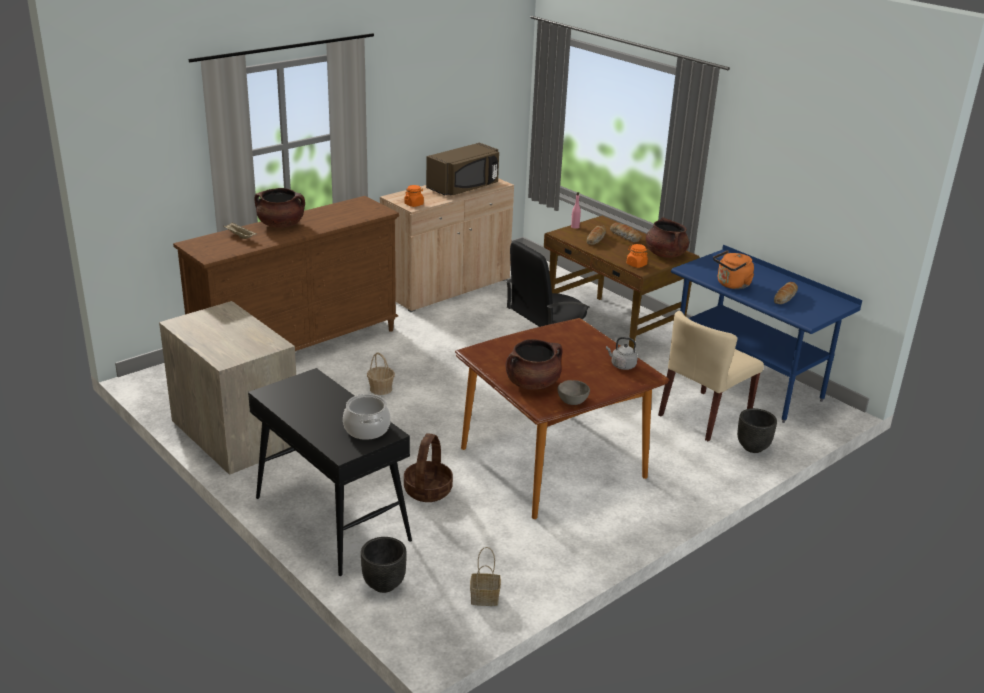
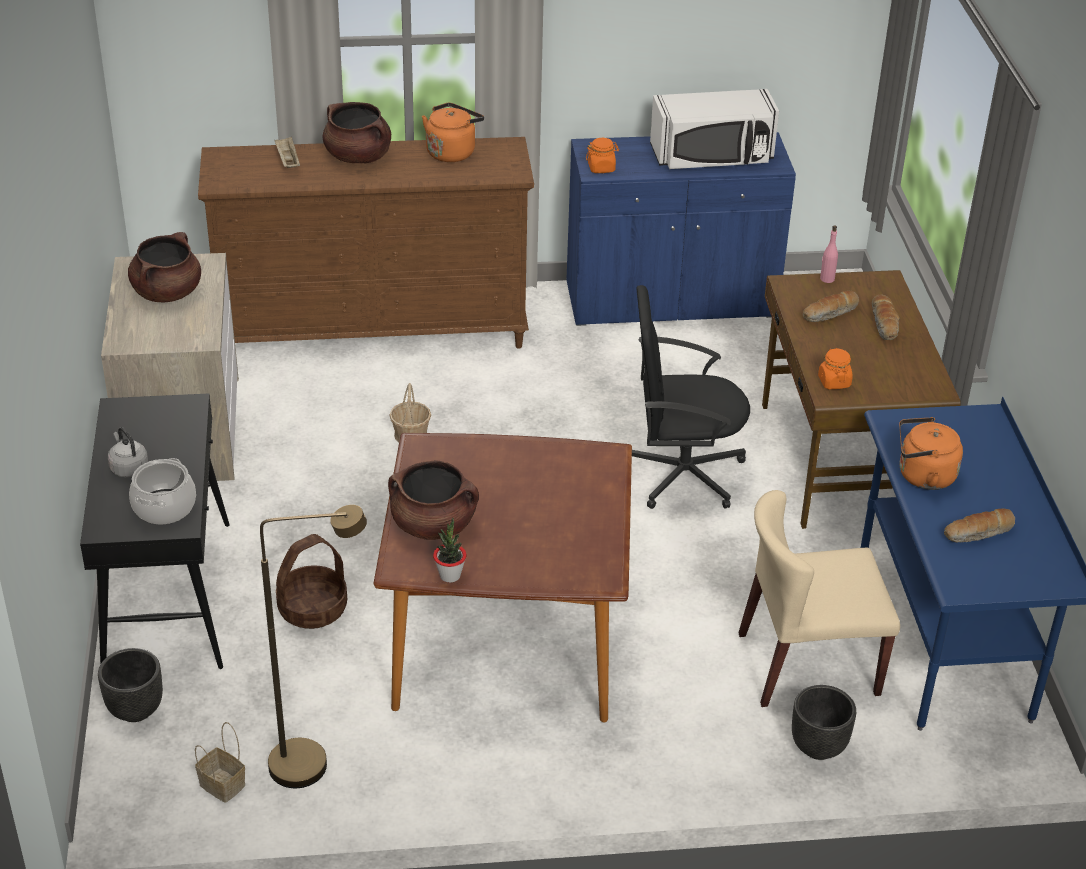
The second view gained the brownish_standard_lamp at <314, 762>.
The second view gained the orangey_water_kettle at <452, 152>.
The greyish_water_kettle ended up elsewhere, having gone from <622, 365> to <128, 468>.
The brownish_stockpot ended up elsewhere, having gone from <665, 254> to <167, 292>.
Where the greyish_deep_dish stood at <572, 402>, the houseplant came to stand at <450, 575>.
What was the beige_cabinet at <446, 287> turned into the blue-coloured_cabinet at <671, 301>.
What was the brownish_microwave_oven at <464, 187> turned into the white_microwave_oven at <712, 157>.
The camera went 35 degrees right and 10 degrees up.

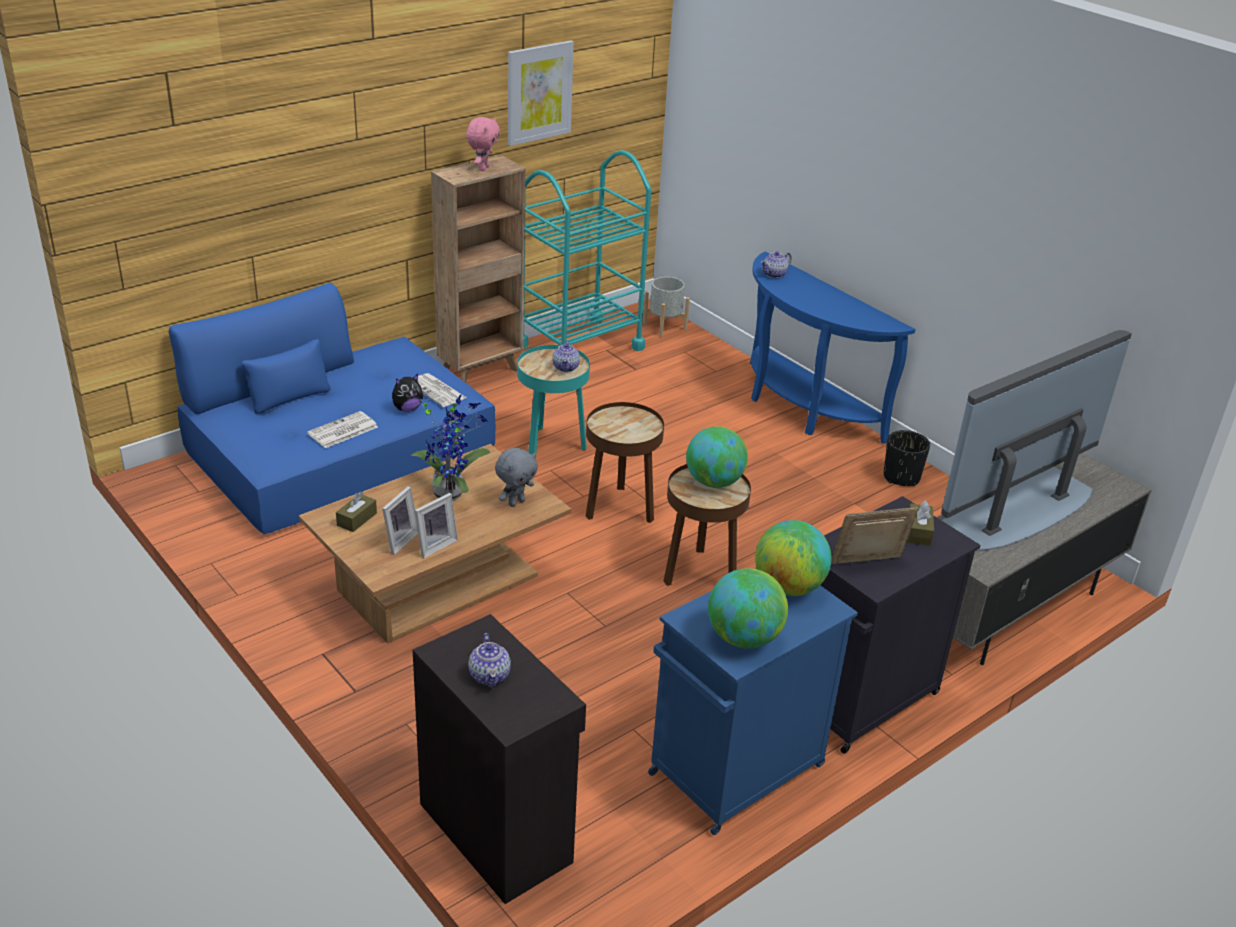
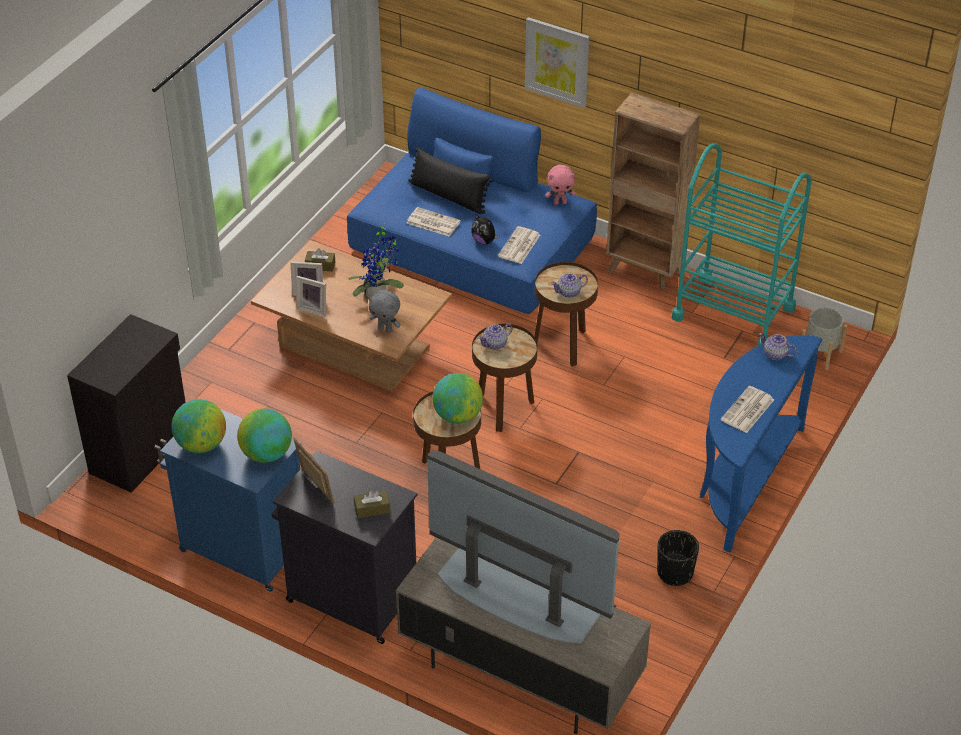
The second view gained the black-coloured_pillow at <448, 196>.
The second view gained the daily_paper at <747, 410>.
The pink-coloured_cuddly_toy ended up elsewhere, having gone from <483, 168> to <560, 202>.
The teapot ended up elsewhere, having gone from <490, 675> to <495, 344>.
The wall_picture ended up elsewhere, having gone from <539, 92> to <557, 62>.
What was the turquoise_accent_table at <551, 445> turned into the brownish_accent_table at <564, 345>.
The camera went 70 degrees right and 10 degrees up.

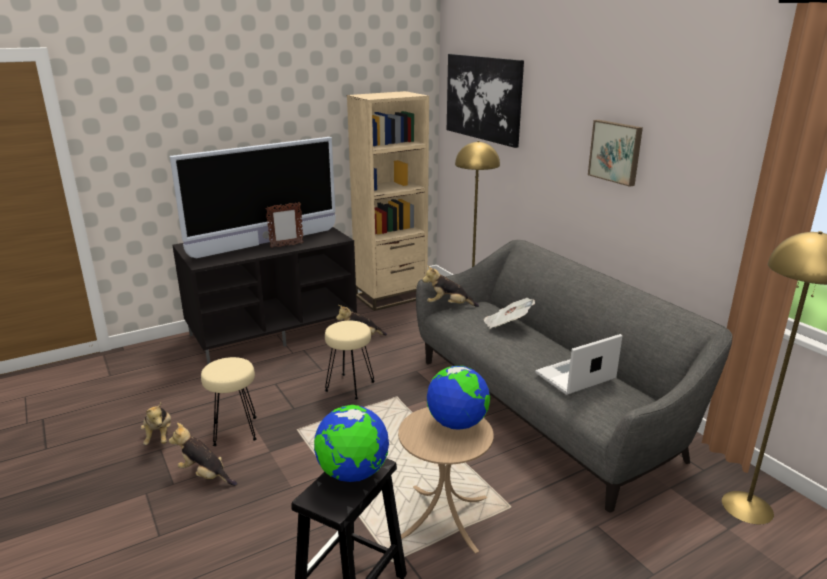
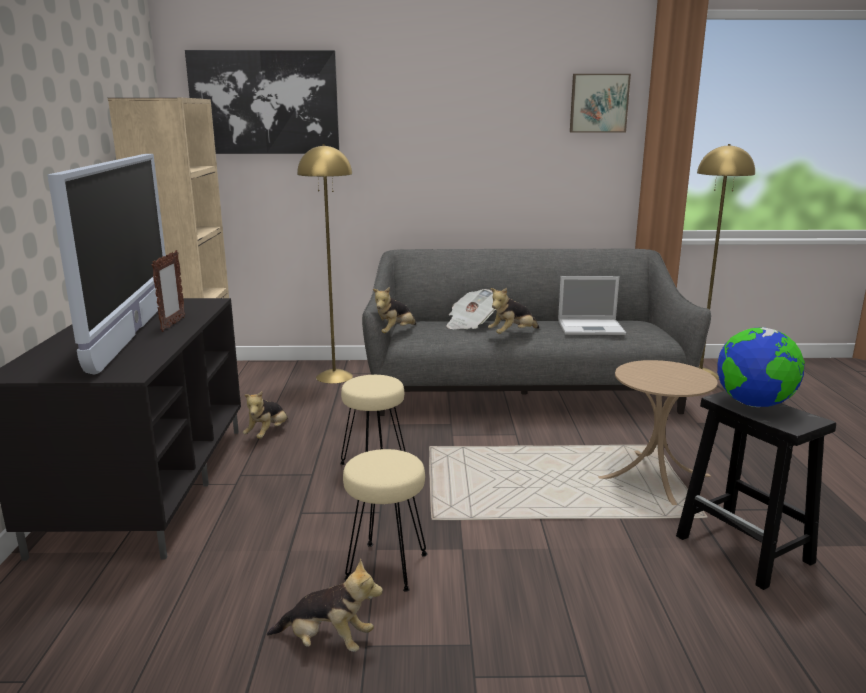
The second view lost the world_globe at <457, 423>.
The cuddly_toy ended up elsewhere, having gone from <205, 475> to <512, 334>.
The wall_picture ended up elsewhere, having gone from <616, 152> to <598, 103>.
The notebook_computer at <574, 377> ended up facing another way, 90 degrees counterclockwise from before.
The camera went 60 degrees left and 5 degrees down.

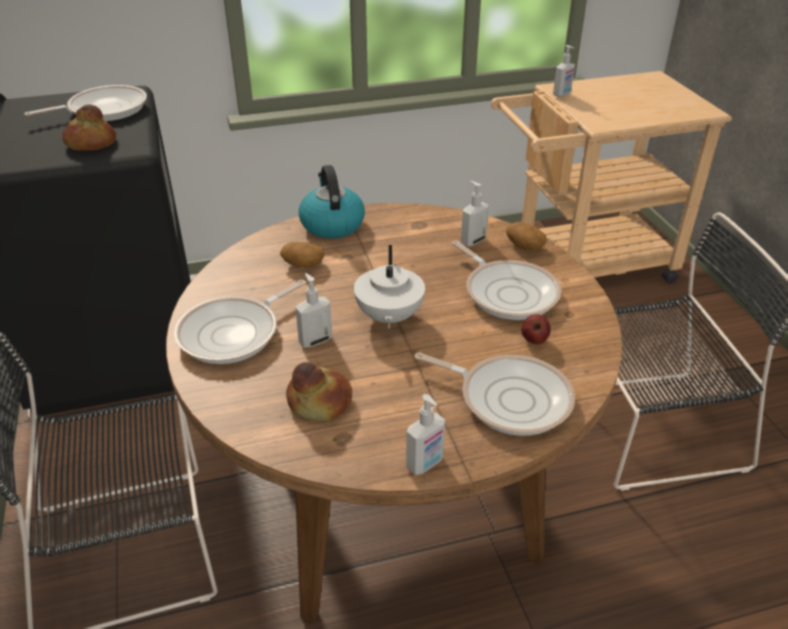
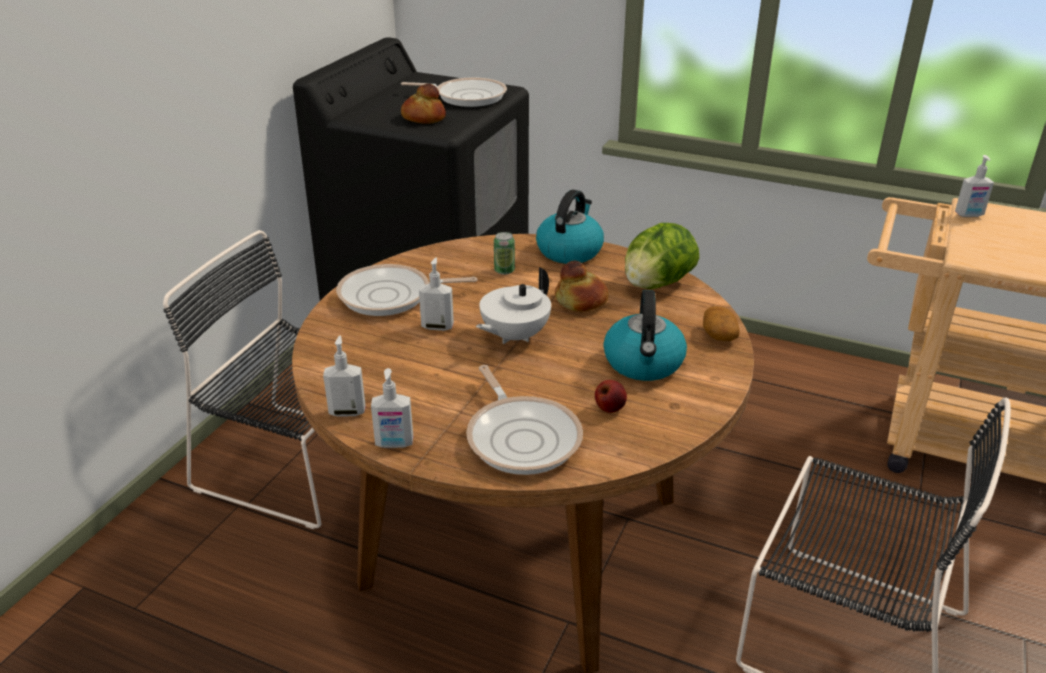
The second view gained the lettuce at <656, 284>.
The bread ended up elsewhere, having gone from <319, 403> to <580, 301>.
The soap_bottle ended up elsewhere, having gone from <472, 241> to <347, 411>.
Where the whole_potato stood at <303, 264>, the metal_can came to stand at <504, 270>.
Where the skillet stood at <508, 292>, the water_kettle came to stand at <644, 363>.
The camera went 40 degrees right and 5 degrees down.

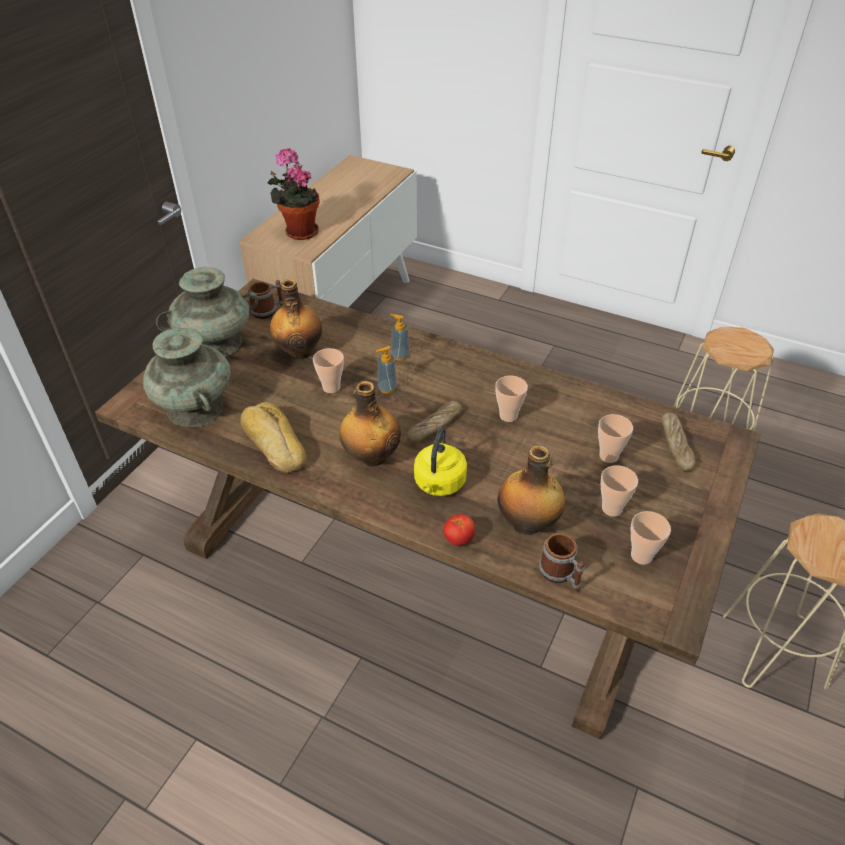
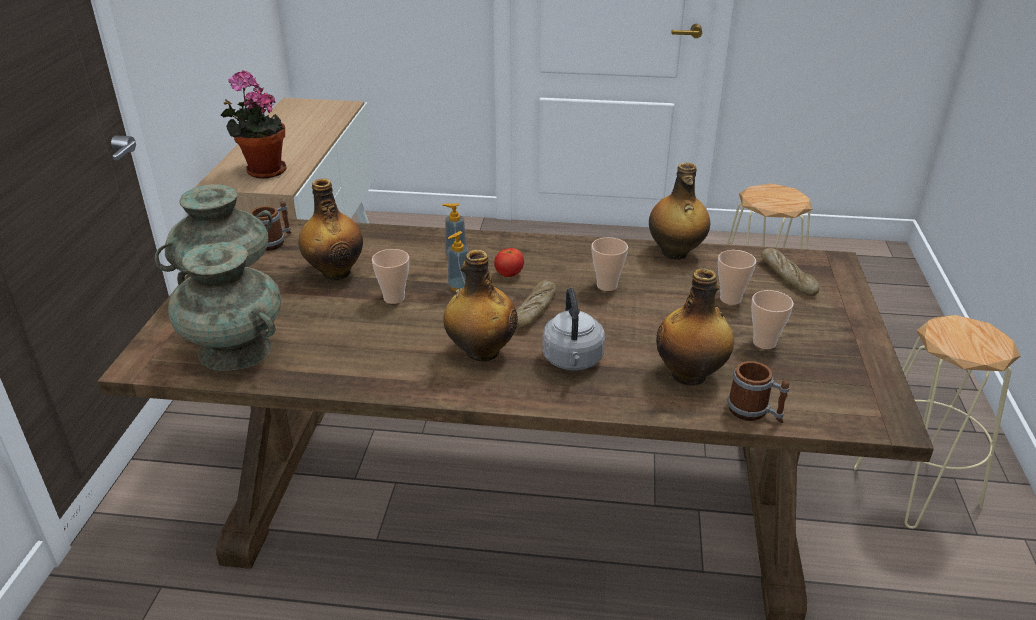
The second view lost the bread at <273, 444>.
The second view lost the cup at <641, 556>.
The second view gained the beverage_bottle at <675, 253>.
The fresh_tomato ended up elsewhere, having gone from <458, 539> to <509, 274>.
What was the yellow_water_kettle at <439, 484> turned into the greyish_water_kettle at <573, 361>.
The camera went 20 degrees left and 10 degrees down.

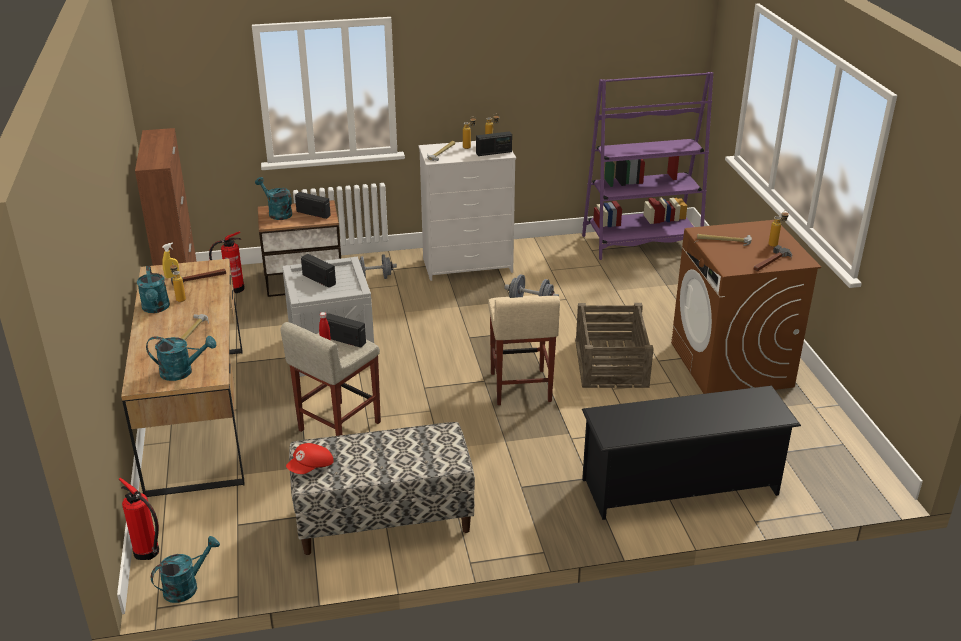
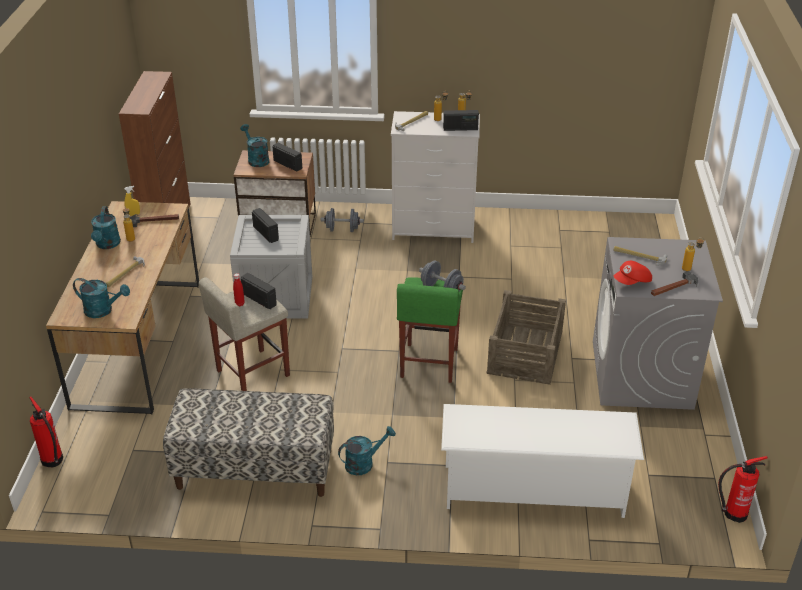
The second view lost the purple_bookcase at <641, 242>.
The turquoise_sprinkling_can ended up elsewhere, having gone from <186, 586> to <364, 463>.
The fire_extinguisher ended up elsewhere, having gone from <233, 289> to <733, 513>.
The reddish_peaked_cap ended up elsewhere, having gone from <311, 468> to <632, 282>.
What was the beige_stool_seat at <520, 387> turned into the greenish_stool_seat at <429, 363>.
What was the black-coloured_shoe_stand at <680, 487> turned into the white_shoe_stand at <534, 491>.
What was the brownish_laundry_machine at <731, 365> turned into the greyish_laundry_machine at <642, 375>.
The camera went 15 degrees right and 5 degrees up.

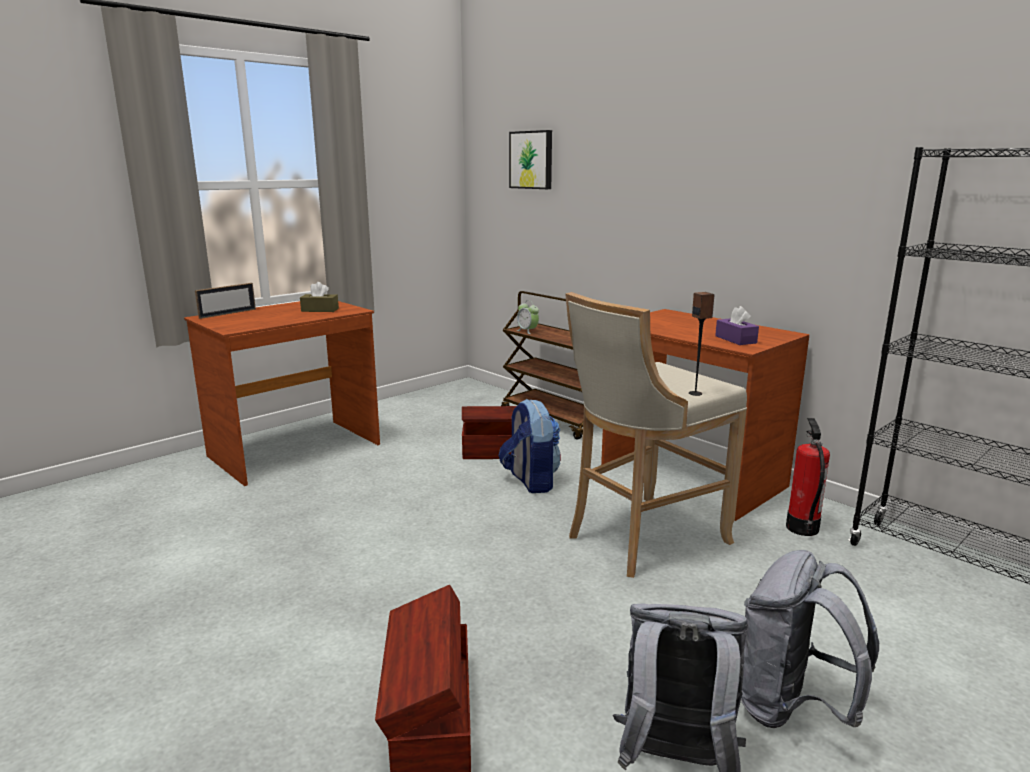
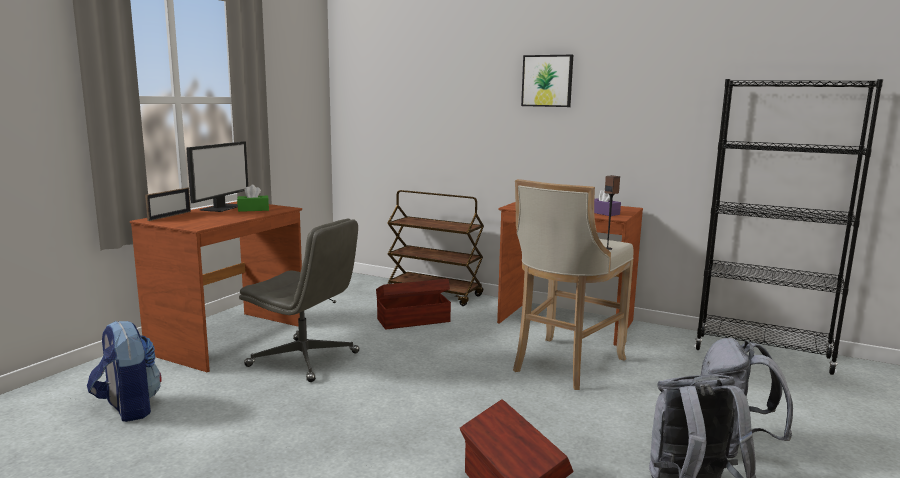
The second view lost the bedside_clock at <527, 331>.
The second view lost the fire_extinguisher at <802, 528>.
The second view gained the monitor at <221, 207>.
The second view gained the greyish_computer_chair at <305, 359>.
The backpack ended up elsewhere, having gone from <530, 481> to <128, 408>.
The wall_picture ended up elsewhere, having gone from <532, 160> to <547, 81>.
What was the brownish_box_of_tissues at <320, 310> turned into the greenish_box_of_tissues at <253, 209>.
The camera went 20 degrees left and 5 degrees down.

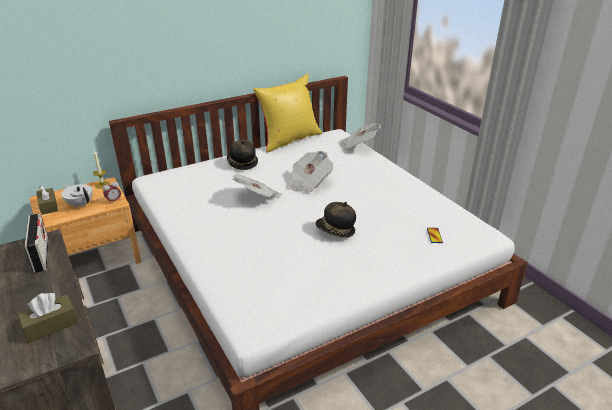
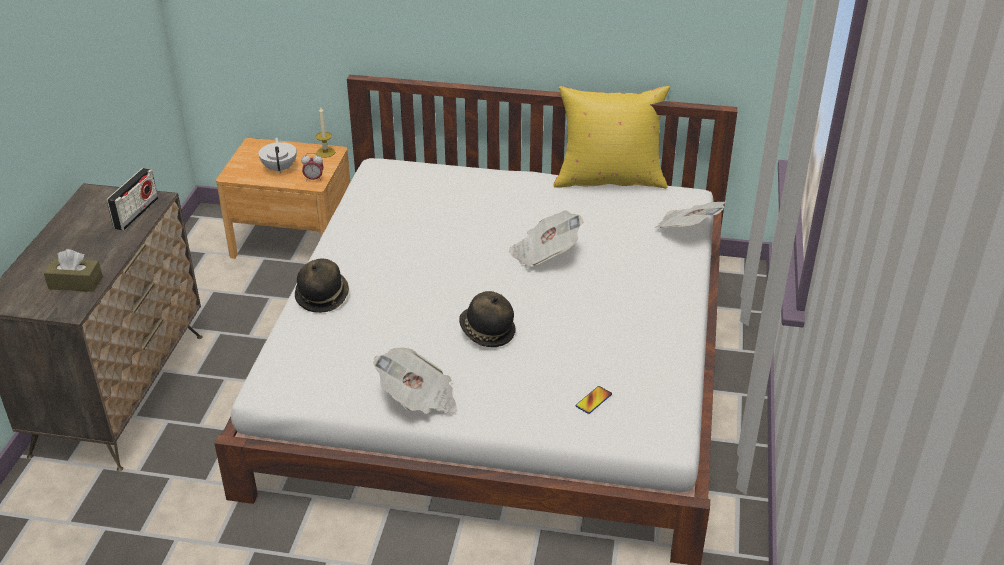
The second view lost the brownish_box_of_tissues at <48, 206>.
The wearable_hat ended up elsewhere, having gone from <242, 163> to <322, 296>.
The daily_paper ended up elsewhere, having gone from <258, 197> to <418, 399>.
The camera went 40 degrees right and 5 degrees up.

